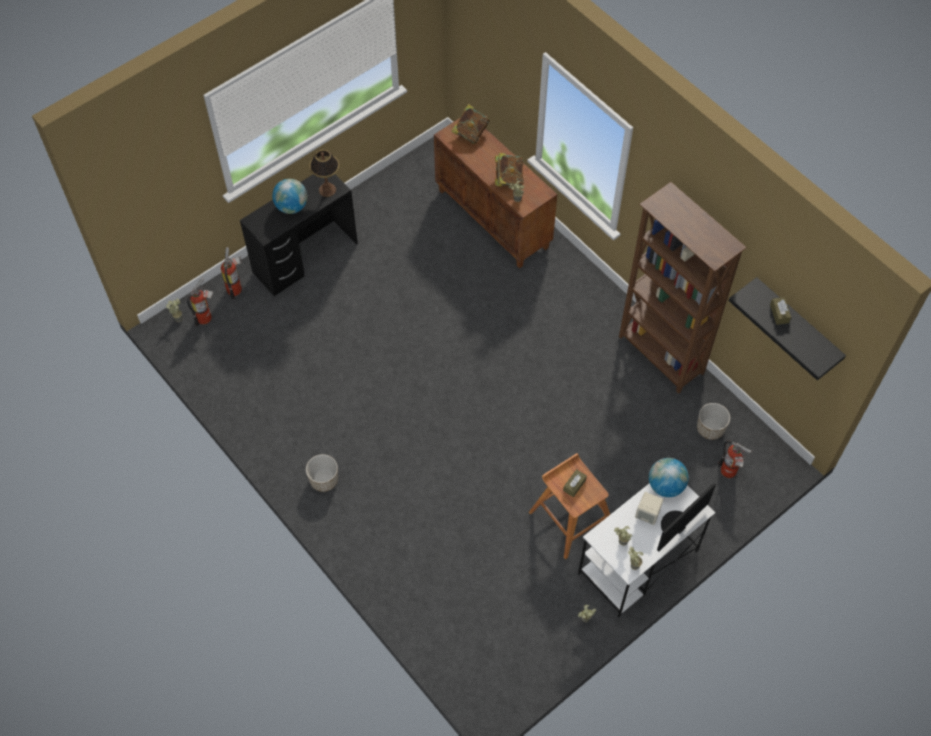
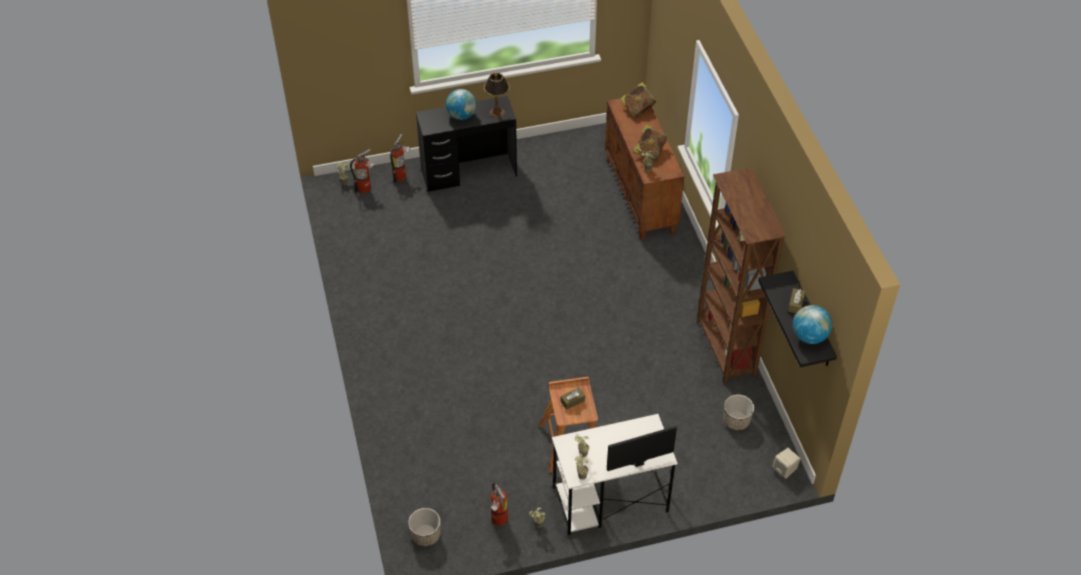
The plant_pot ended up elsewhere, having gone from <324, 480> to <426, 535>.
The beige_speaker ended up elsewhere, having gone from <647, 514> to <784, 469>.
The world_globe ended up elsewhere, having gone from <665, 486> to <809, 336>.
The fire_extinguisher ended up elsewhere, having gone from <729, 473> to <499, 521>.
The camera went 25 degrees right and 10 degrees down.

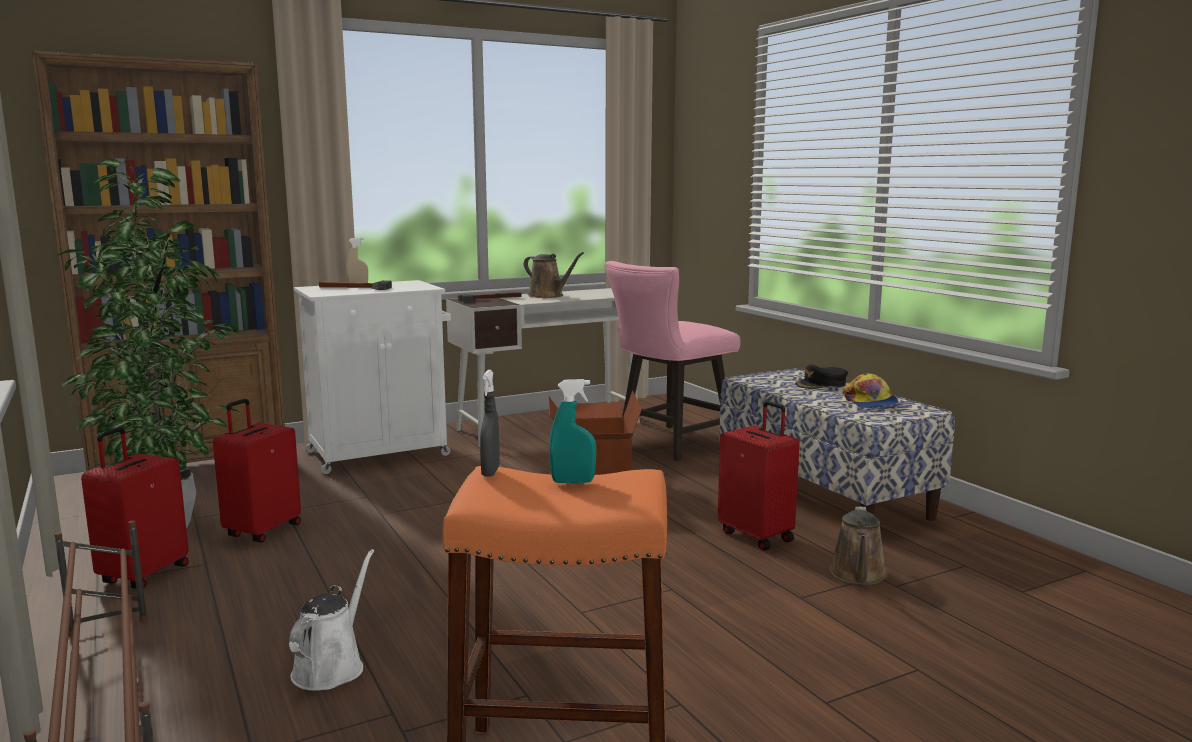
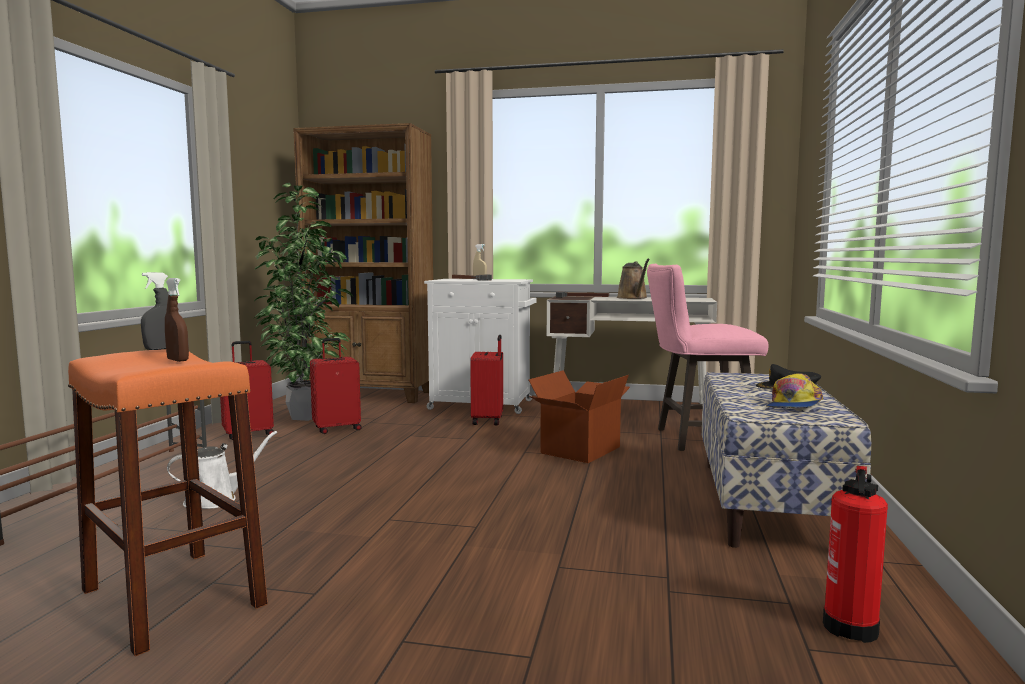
The second view lost the brownish_sprinkling_can at <858, 575>.
The second view gained the fire_extinguisher at <851, 625>.
The reddish_travel_case ended up elsewhere, having gone from <757, 536> to <488, 420>.
What was the turquoise_hand_sprayer at <573, 482> turned into the brownish_hand_sprayer at <178, 360>.
The camera went 40 degrees right and 5 degrees down.

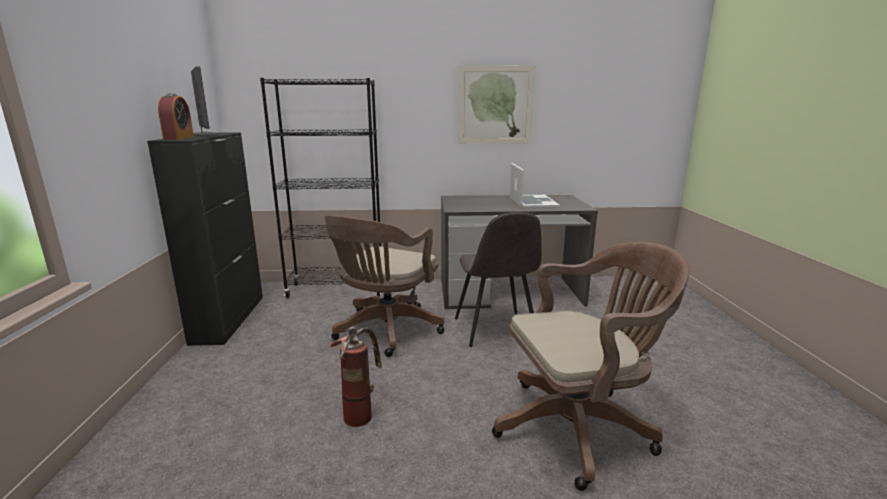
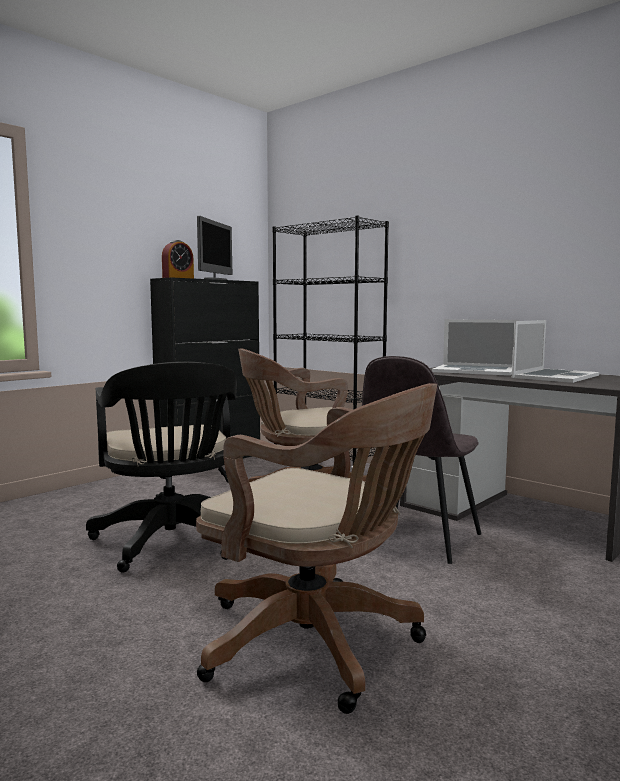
The second view lost the wall_picture at <495, 105>.
The second view gained the notebook_computer at <475, 371>.
Where the fire_extinguisher stood at <360, 410>, the black-coloured_computer_chair came to stand at <172, 543>.
The camera went 45 degrees right and 10 degrees down.

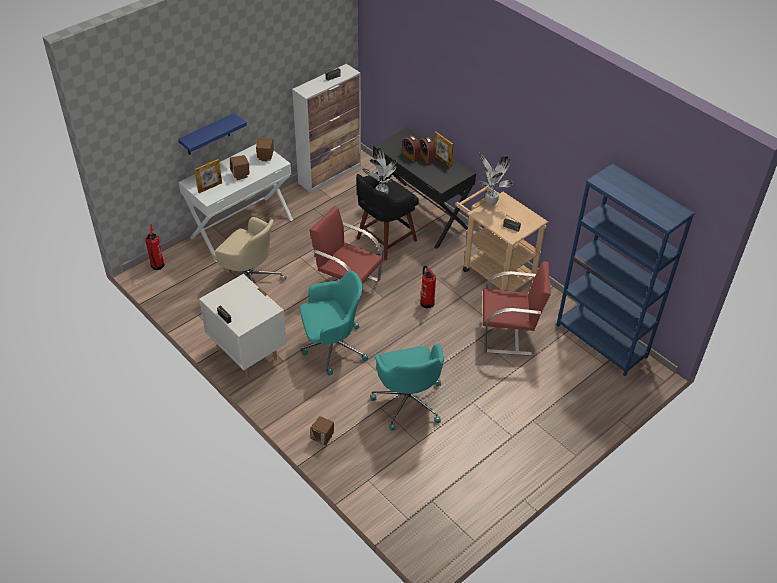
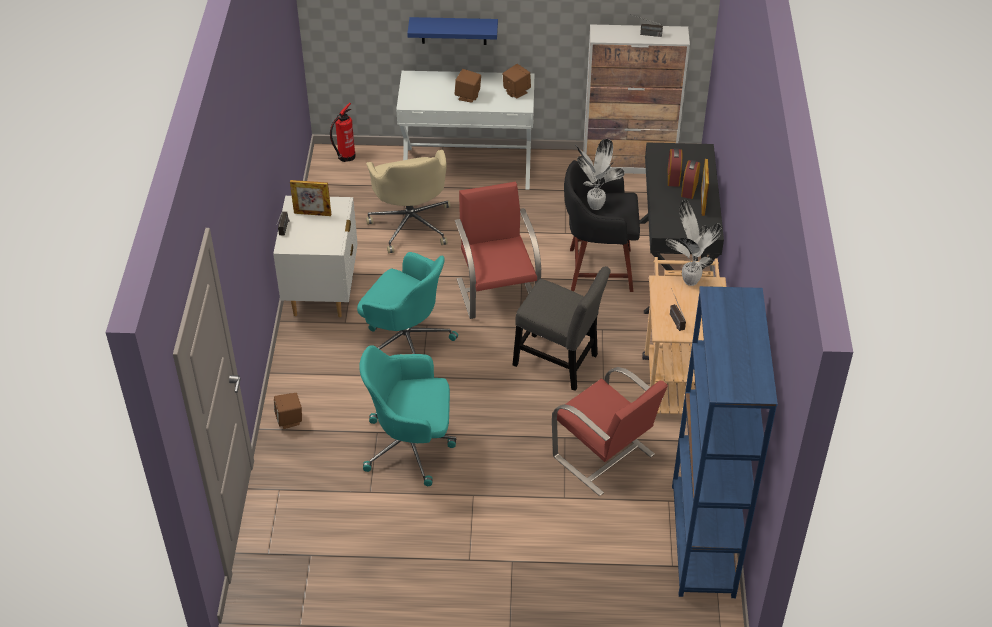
The photo_frame ended up elsewhere, having gone from <210, 187> to <312, 213>.
Where the fire_extinguisher stood at <427, 302>, the greyish_upright_chair came to stand at <559, 362>.
The turquoise_computer_chair at <408, 401> ended up facing another way, 60 degrees clockwise from before.
The camera went 45 degrees right and 0 degrees up.

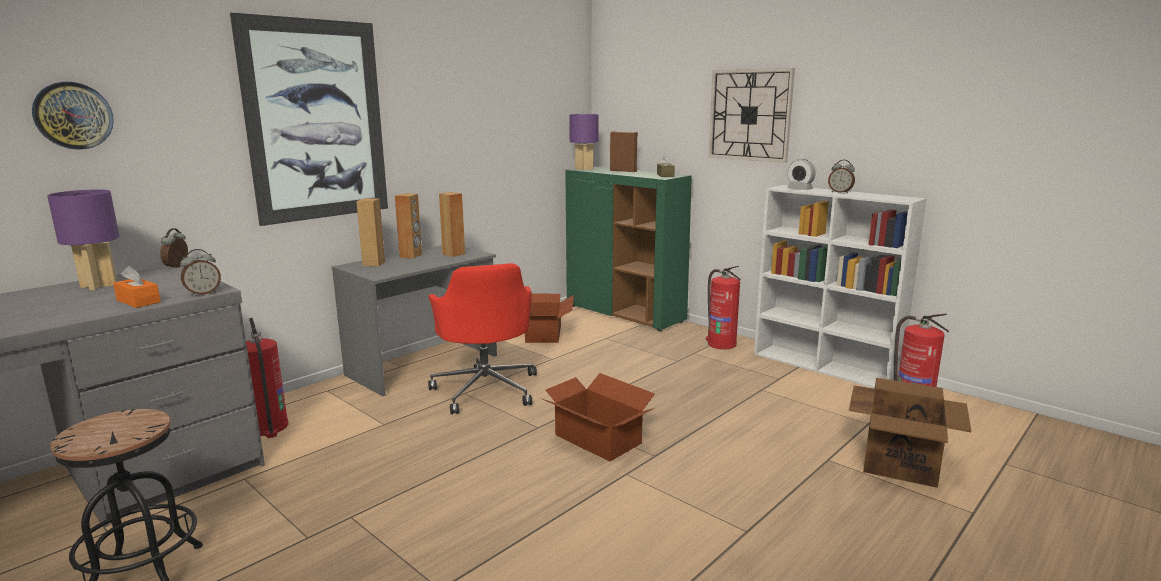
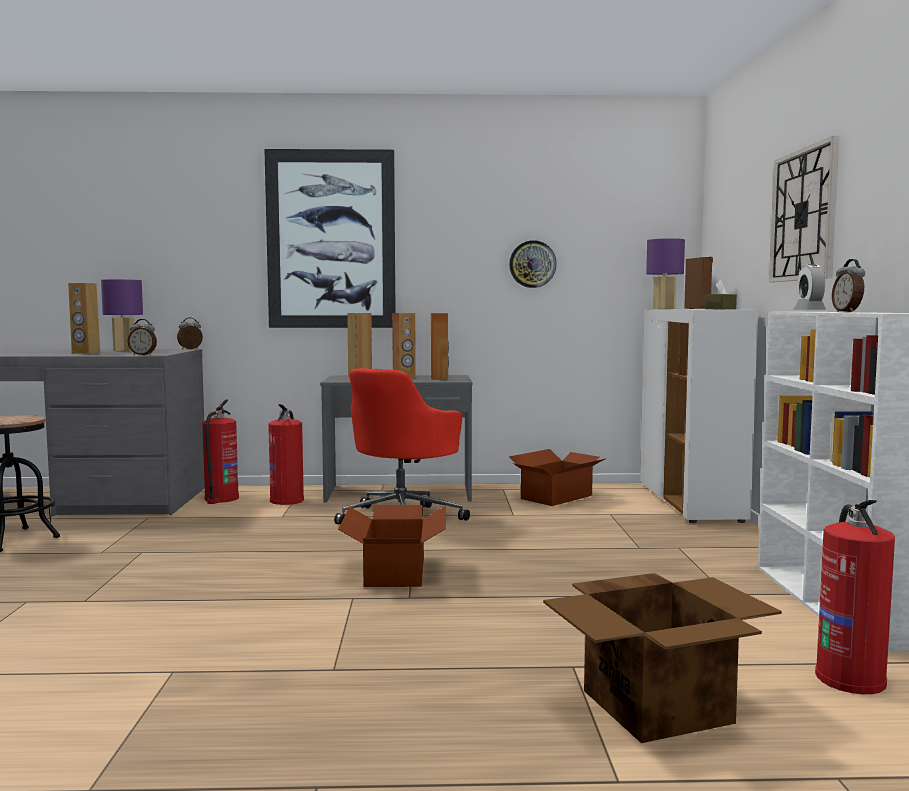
The second view lost the orangey_box_of_tissues at <138, 301>.
The second view gained the brownish_speaker at <85, 353>.
The wall_clock ended up elsewhere, having gone from <73, 115> to <532, 264>.
The fire_extinguisher ended up elsewhere, having gone from <721, 344> to <287, 500>.
What was the greenish_cabinet at <625, 314> turned into the white_cabinet at <691, 502>.
The camera went 45 degrees right and 10 degrees down.

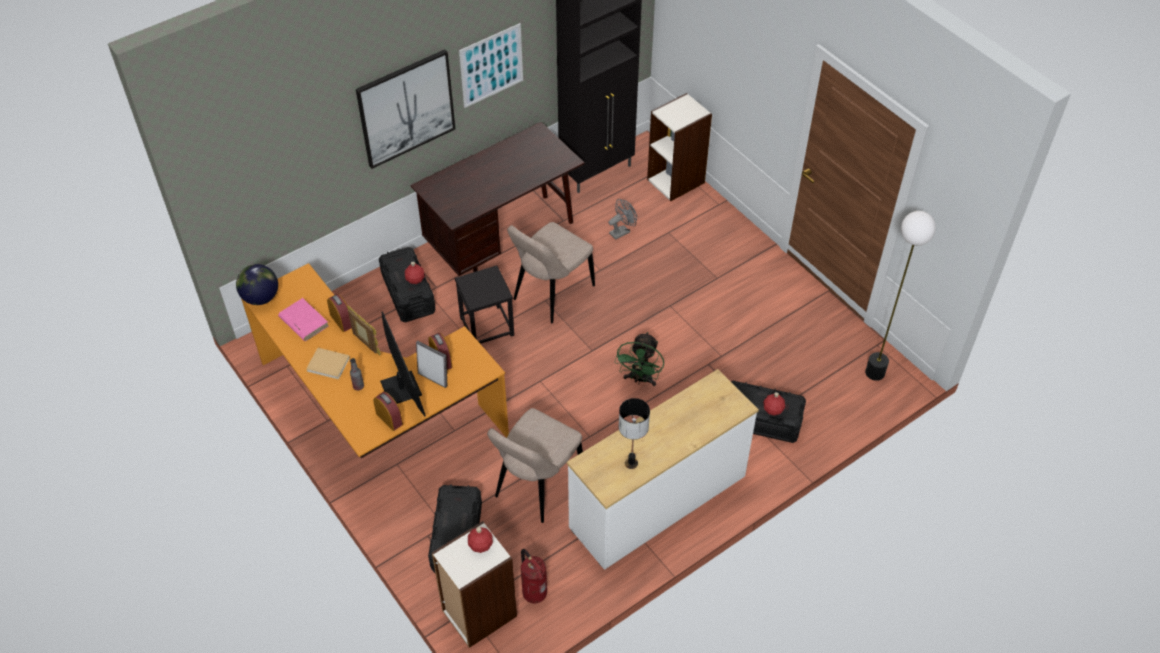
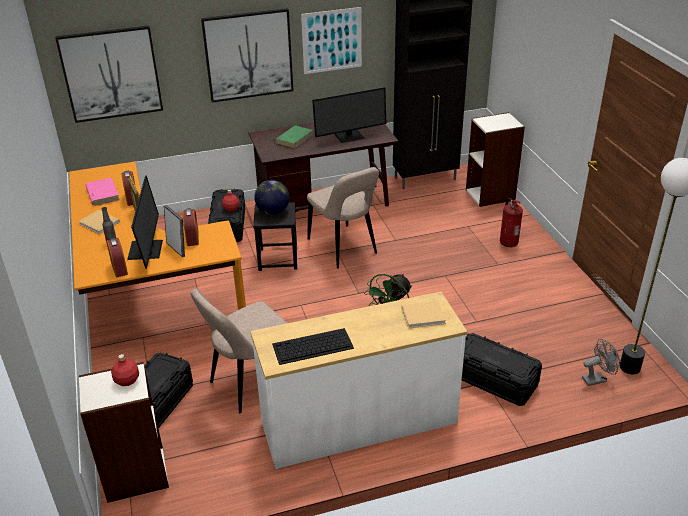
The second view lost the reddish_beverage_bottle at <772, 410>.
The second view gained the wall_picture at <111, 74>.
The second view gained the greenish_bound_book at <294, 138>.
The second view gained the monitor at <349, 135>.
The second view gained the beige_bound_book at <424, 315>.
The world_globe ended up elsewhere, having gone from <261, 298> to <273, 212>.
The fire_extinguisher ended up elsewhere, having gone from <534, 592> to <508, 242>.
The greyish_fan ended up elsewhere, having gone from <622, 231> to <597, 379>.
Where the table_lamp stood at <631, 463>, the computer_keyboard came to stand at <312, 346>.
The beige_upright_chair at <551, 294> ended up facing another way, 90 degrees counterclockwise from before.
The camera went 20 degrees right and 15 degrees down.

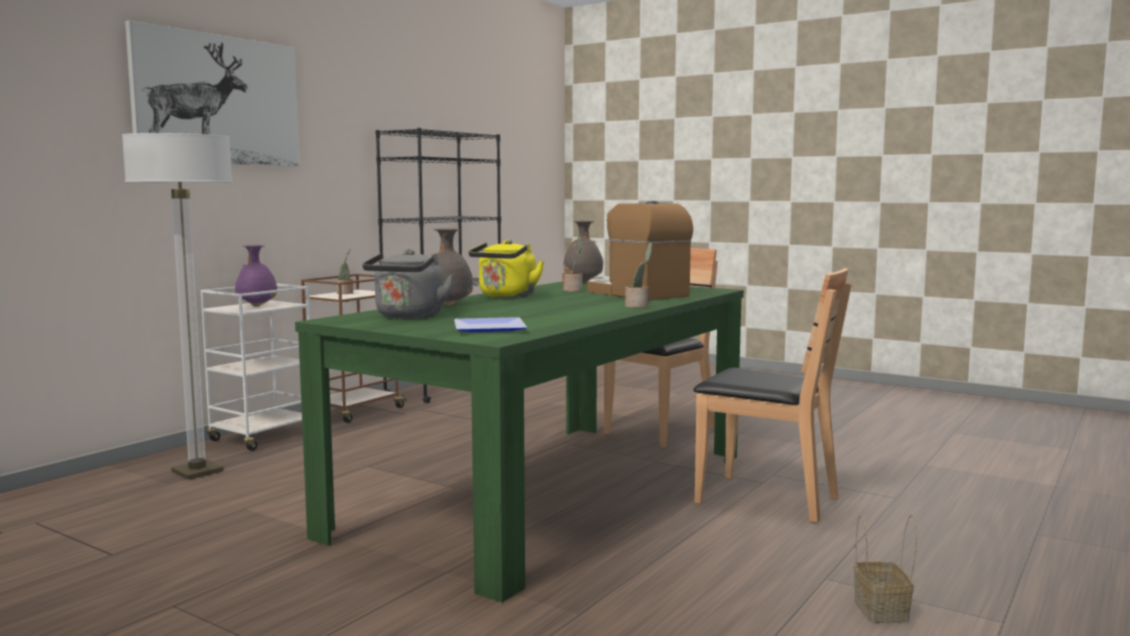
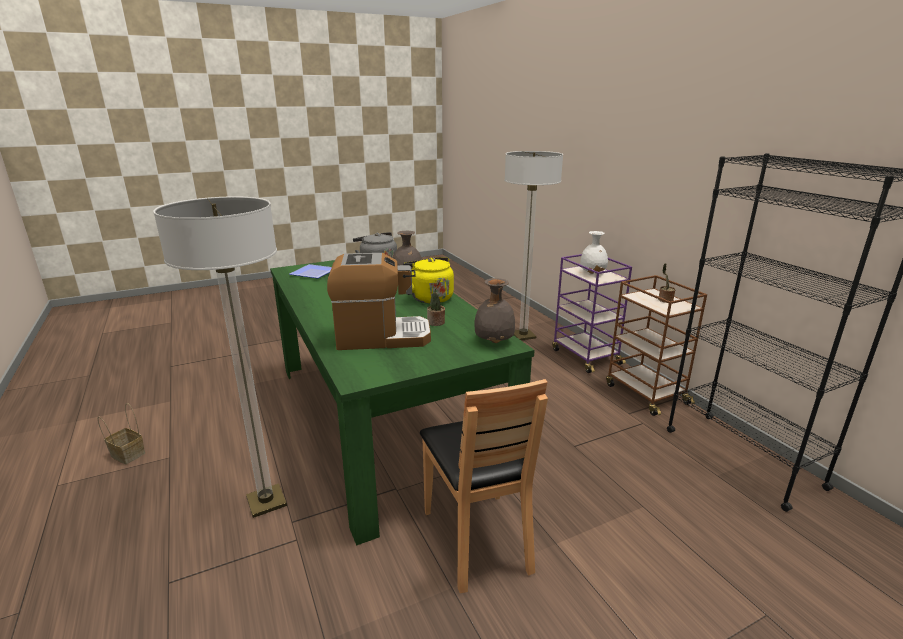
The second view lost the wall_picture at <218, 100>.
The second view lost the houseplant at <638, 306>.
Where the brownish_upright_chair stood at <765, 498>, the standard_lamp came to stand at <266, 502>.
What was the white_cart at <264, 437> turned into the purple_cart at <585, 356>.
What was the purple_vase at <256, 306> turned into the white_vase at <593, 273>.
The camera went 120 degrees right and 15 degrees up.

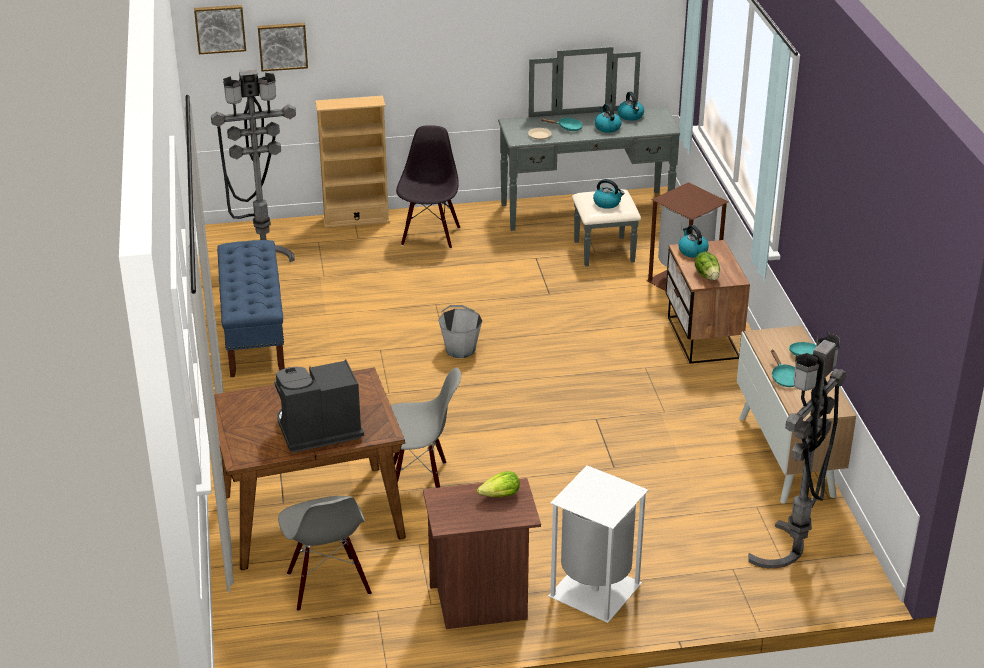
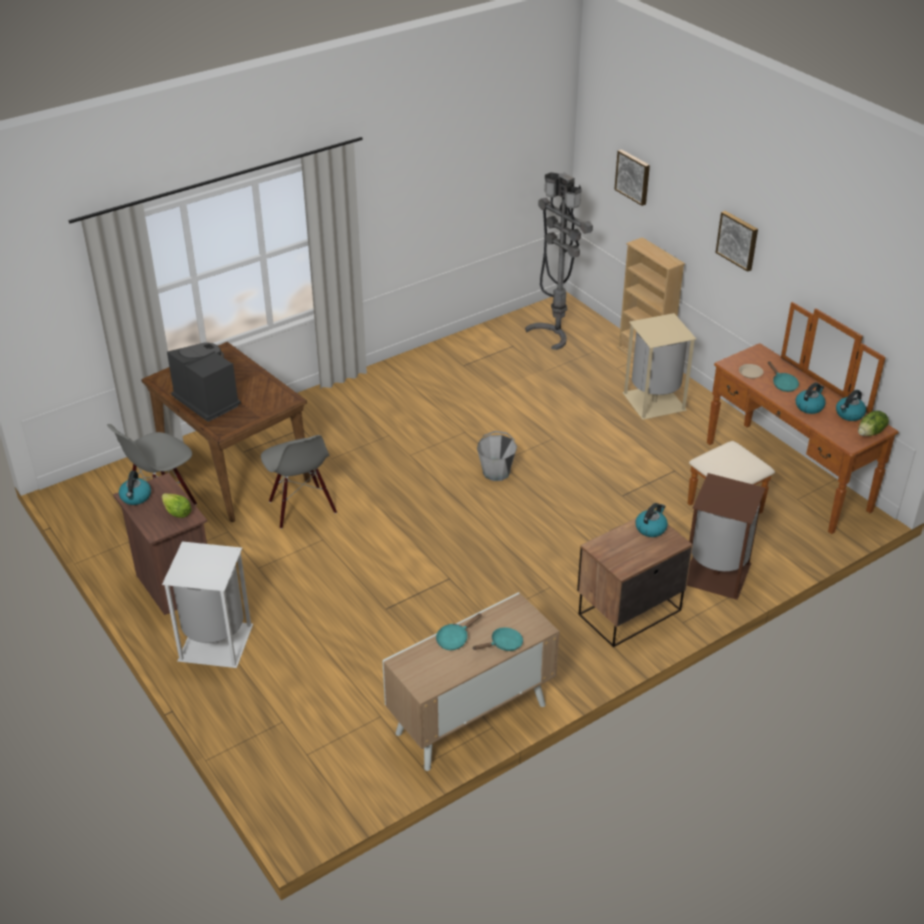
The second view lost the blue-coloured_long_seat at <254, 334>.
The second view lost the greyish_standard_lamp at <790, 554>.
The wall_picture ended up elsewhere, having gone from <220, 28> to <738, 240>.
The water_kettle ended up elsewhere, having gone from <607, 203> to <136, 497>.
The lettuce ended up elsewhere, having gone from <707, 275> to <871, 433>.
Where the black-coloured_upright_chair stood at <429, 236>, the beige_rubbish_bin came to stand at <655, 402>.
What was the greyish_dresser at <591, 219> turned into the brownish_dresser at <773, 484>.
The camera went 65 degrees right and 5 degrees up.

